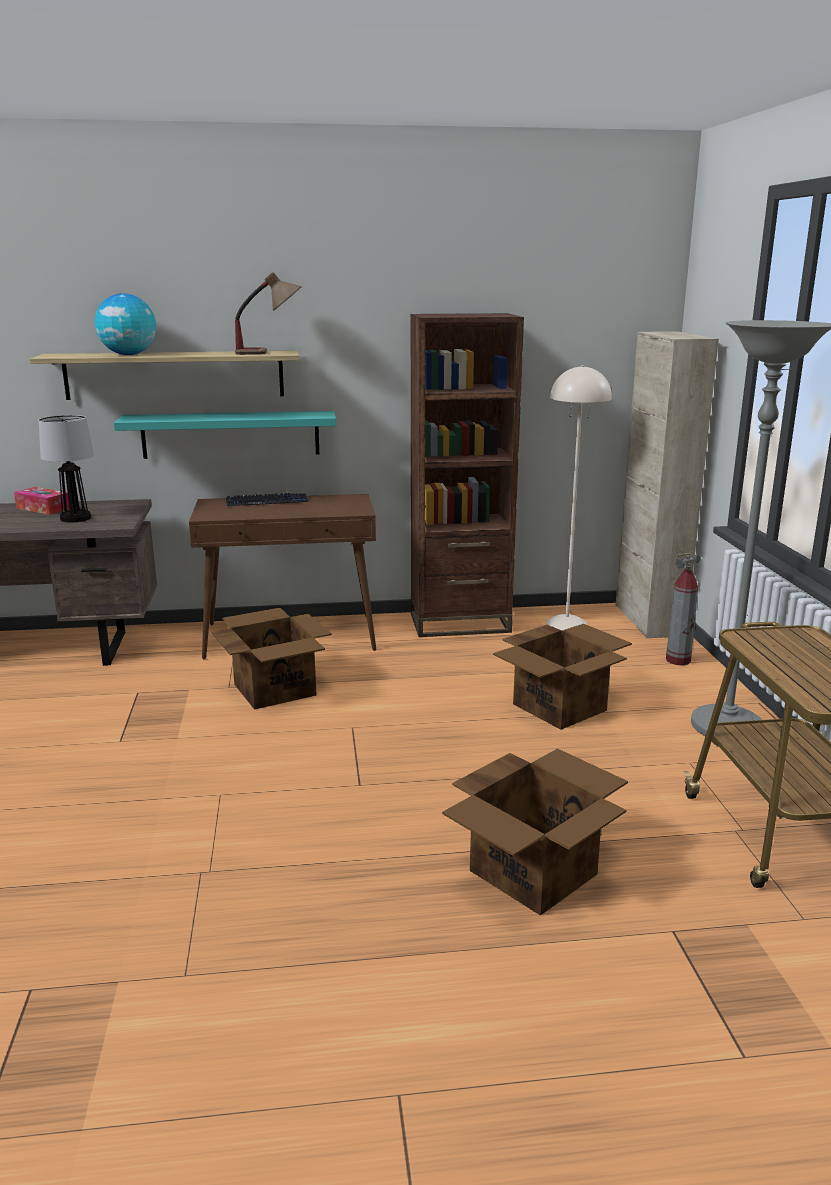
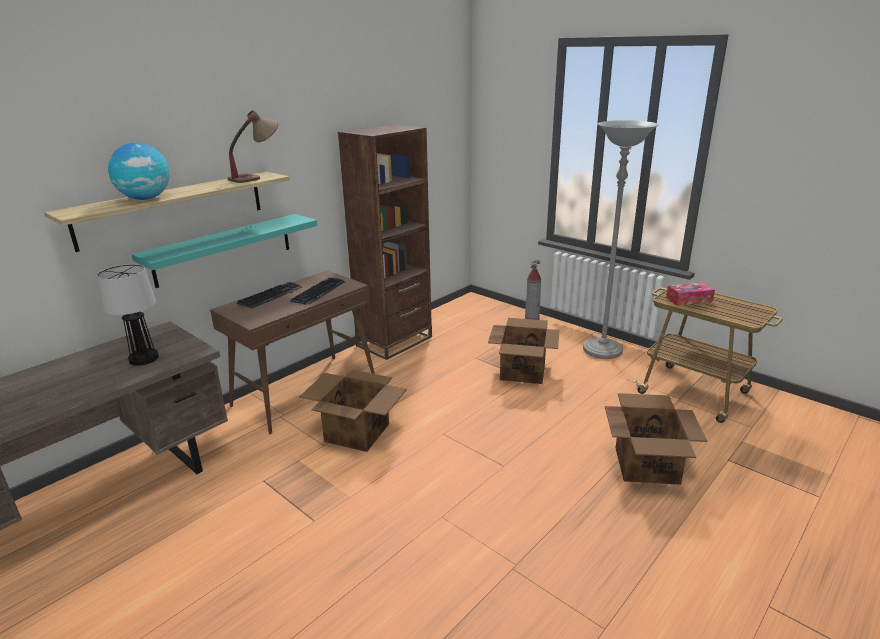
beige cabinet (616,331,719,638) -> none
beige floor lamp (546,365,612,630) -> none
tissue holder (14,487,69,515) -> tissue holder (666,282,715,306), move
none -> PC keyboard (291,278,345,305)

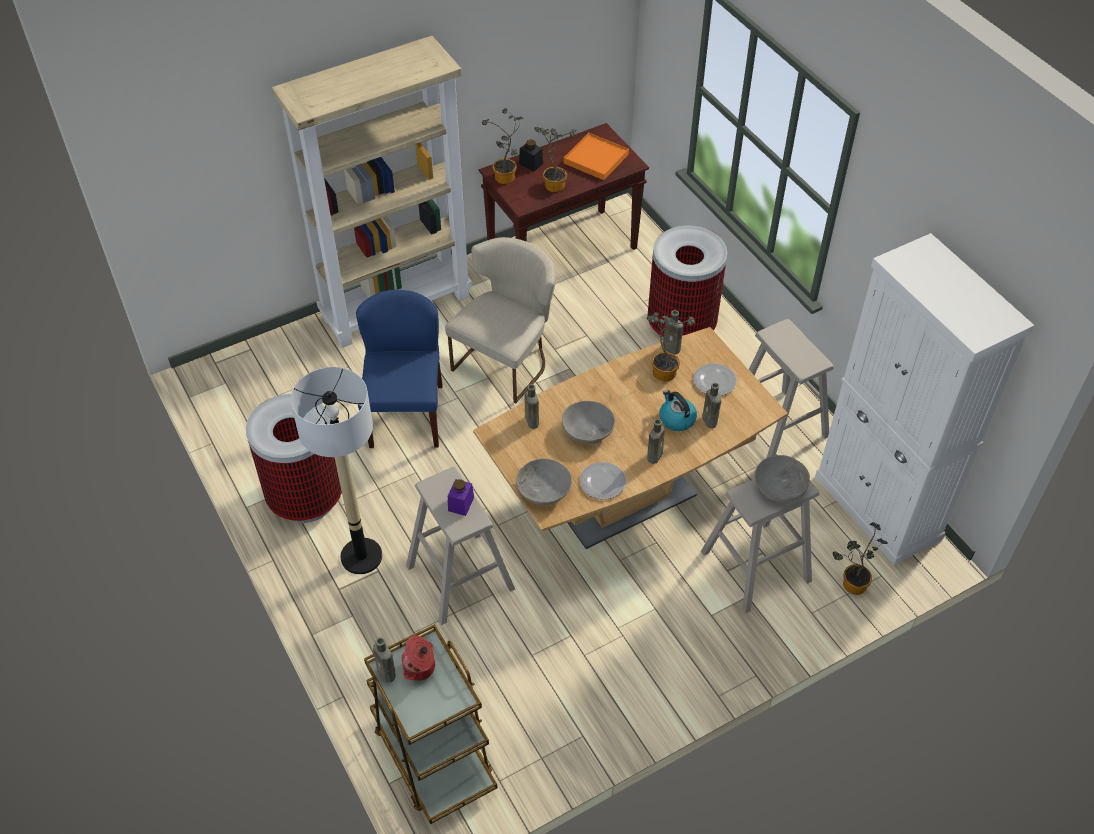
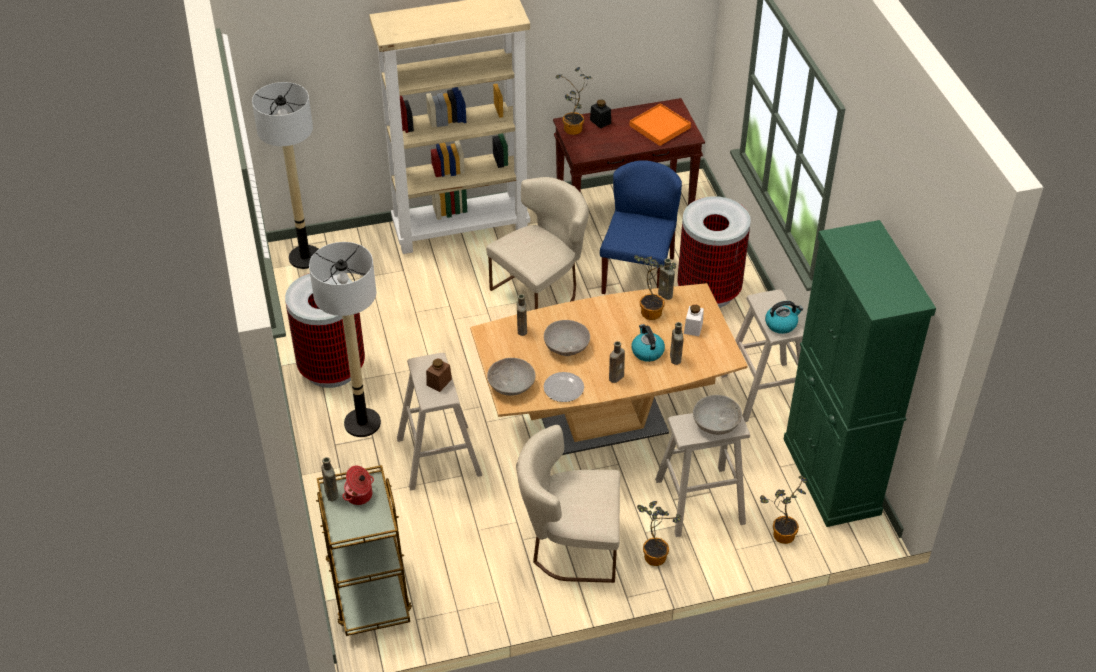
houseplant (534,127,577,192) -> houseplant (637,501,681,566), move
whitish cabinet (815,233,1034,565) -> green-coloured cabinet (784,220,936,527)
blue-coloured upright chair (356,290,443,448) -> blue-coloured upright chair (600,160,682,294), move
flat dish (693,363,737,396) -> whitish storage jar (684,305,704,336)
purple-coloured storage jar (448,479,474,516) -> brown-coloured storage jar (426,359,452,392)
none -> floor lamp (252,82,319,269)
none -> kettle (765,301,803,334)
none -> beige upright chair (516,425,620,583)

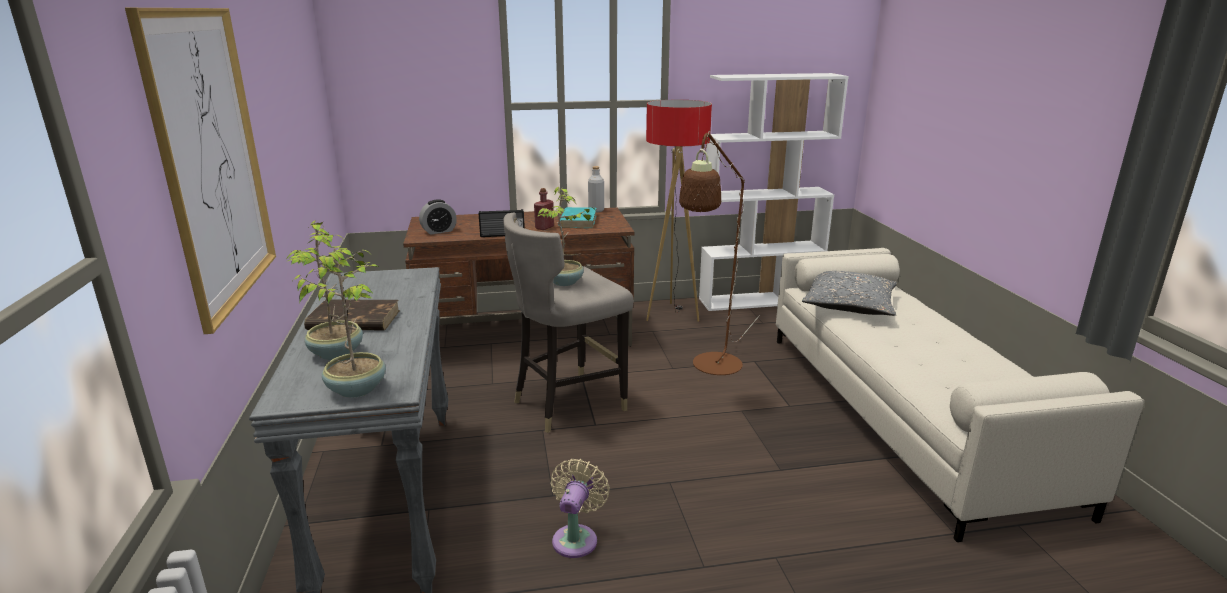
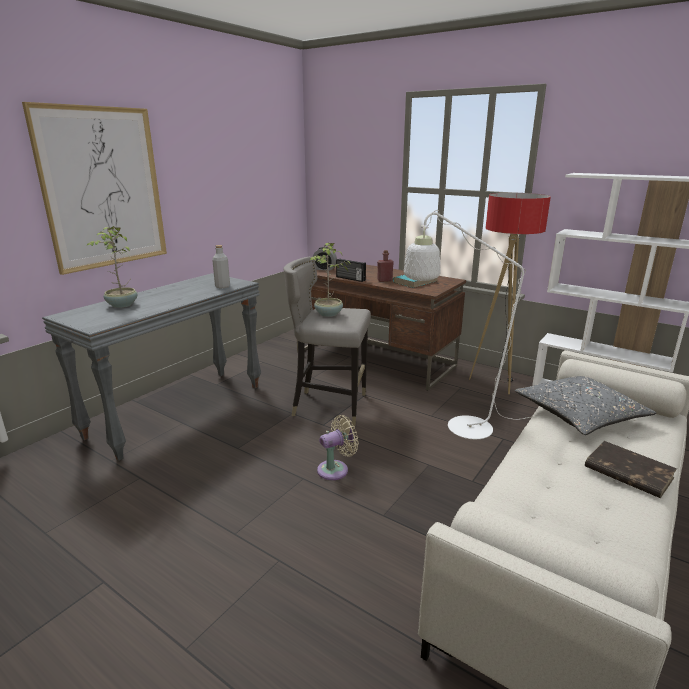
brown-coloured floor lamp (679,130,760,375) -> whitish floor lamp (404,210,531,439)
grey beverage bottle (588,166,604,213) -> grey beverage bottle (212,245,230,288), move
houseplant (293,246,386,398) -> none
brown-coloured bound book (304,299,400,330) -> brown-coloured bound book (585,441,677,498), move
beige fan (551,459,610,558) -> beige fan (317,415,359,480), move

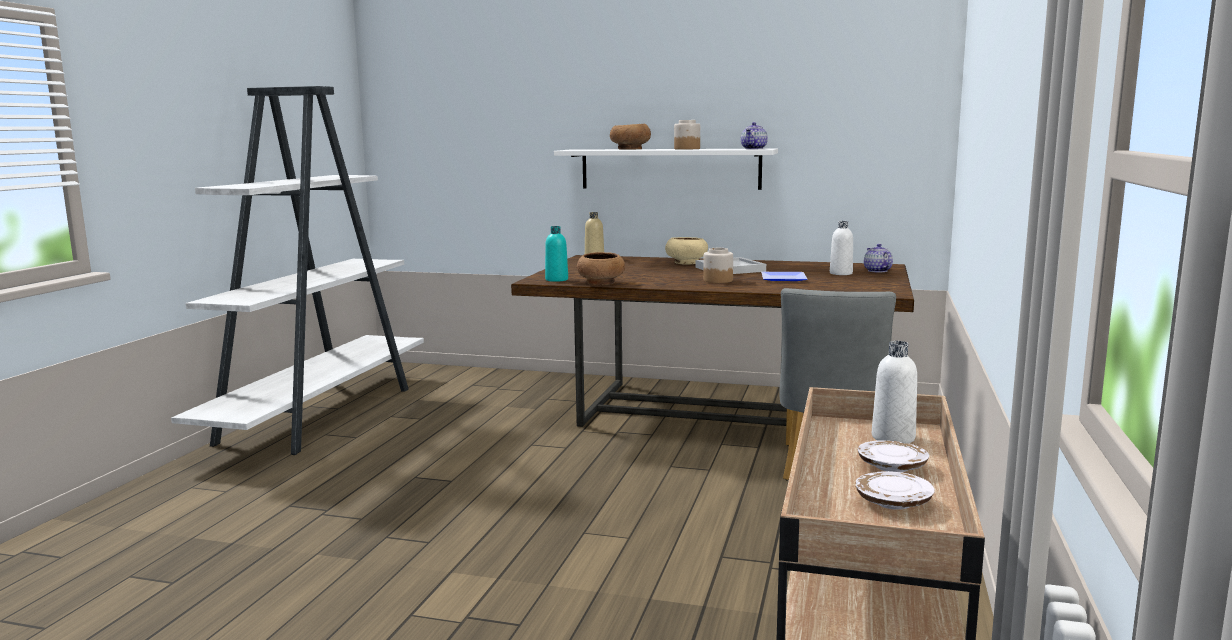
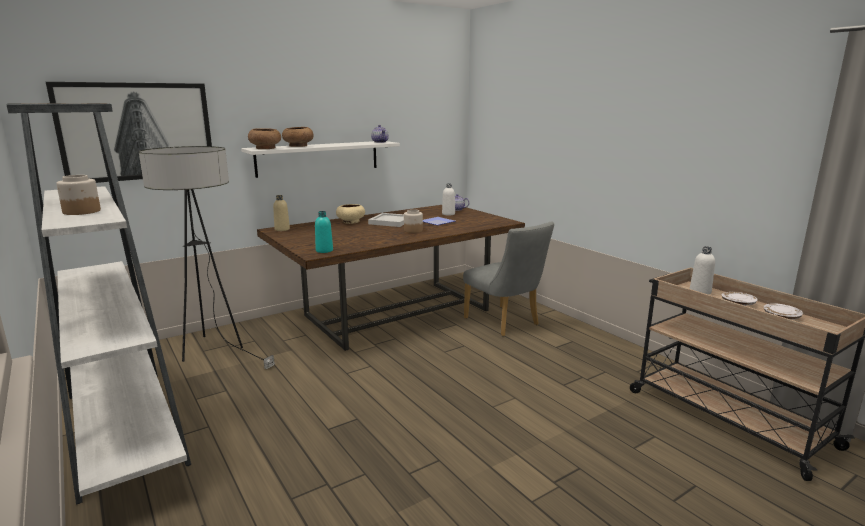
storage jar (674,120,700,150) -> storage jar (56,175,101,215), move
brown-coloured bowl (577,252,625,285) -> brown-coloured bowl (248,128,281,149), move
none -> wall art (46,82,212,183)
none -> floor lamp (139,146,275,369)

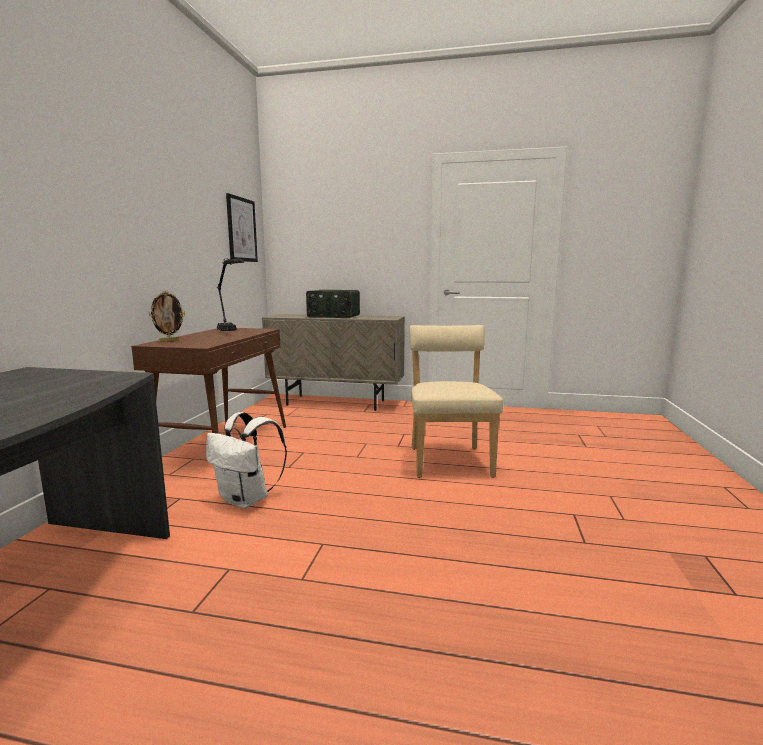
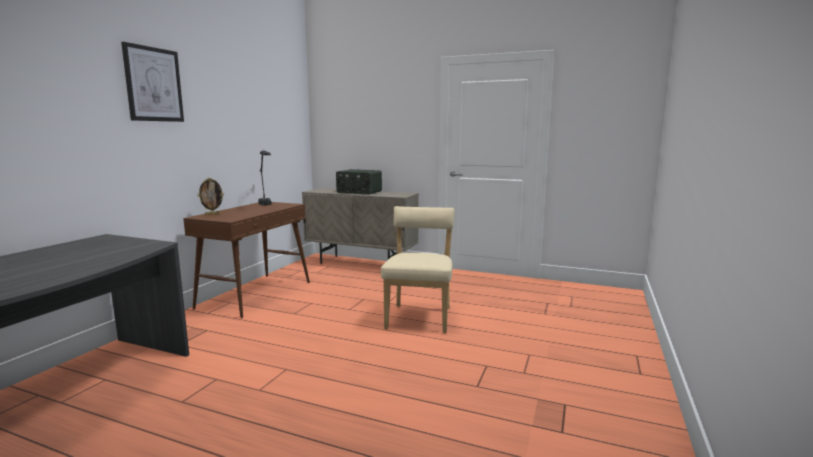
wall art (226,193,258,262) -> wall art (121,42,184,122), move
whitish knapsack (206,412,287,509) -> none

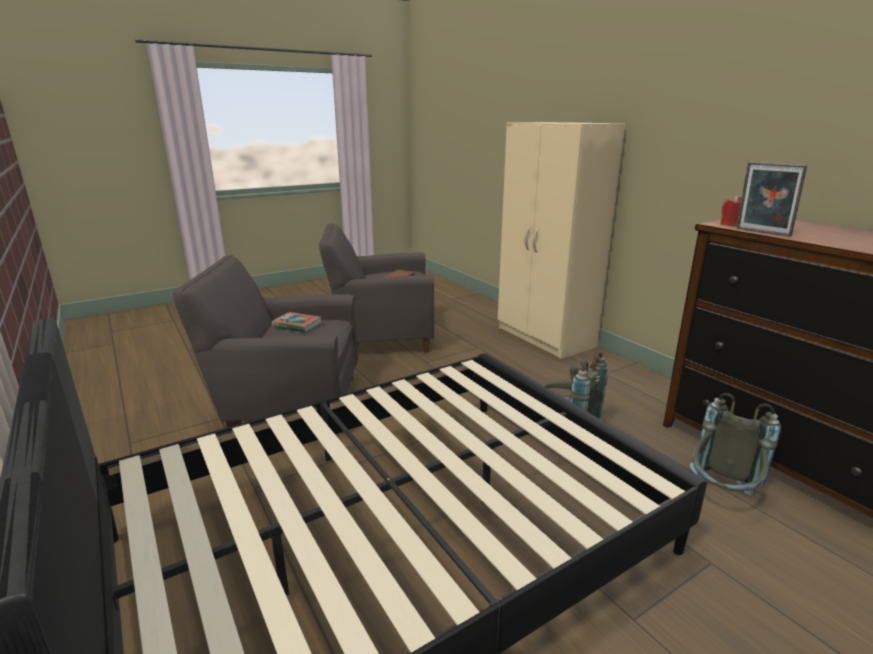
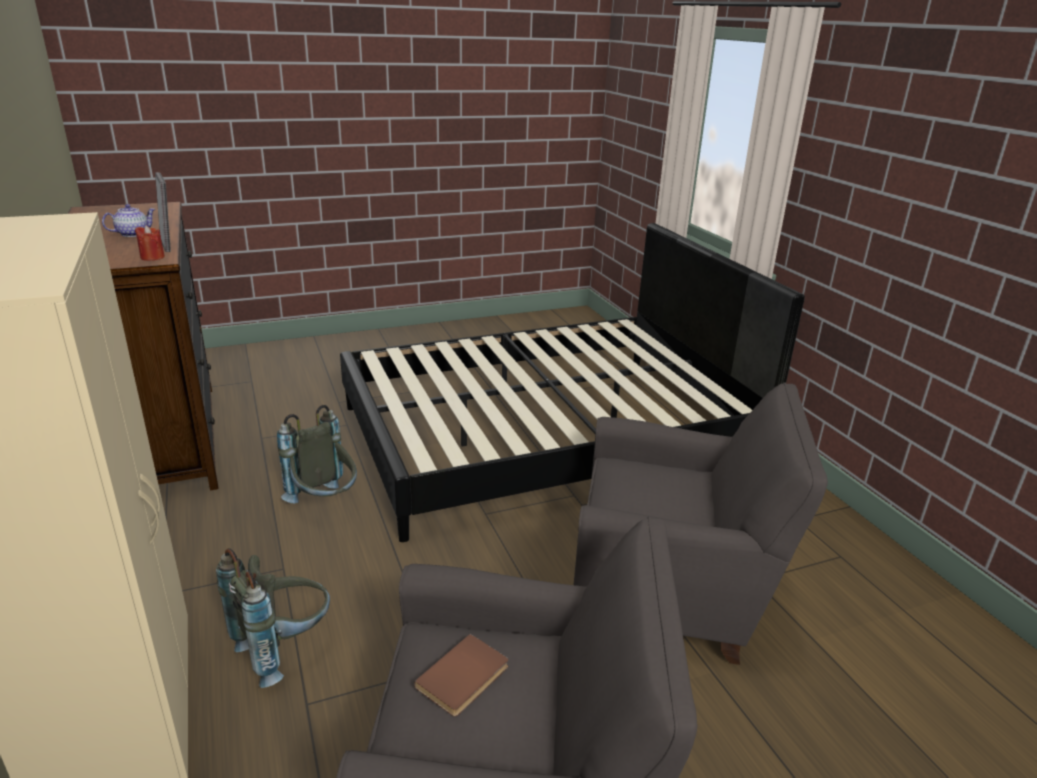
bound book (272,312,322,333) -> none
grey knapsack (690,393,781,496) -> grey knapsack (216,548,330,688), move
none -> pot for tea (102,204,156,237)

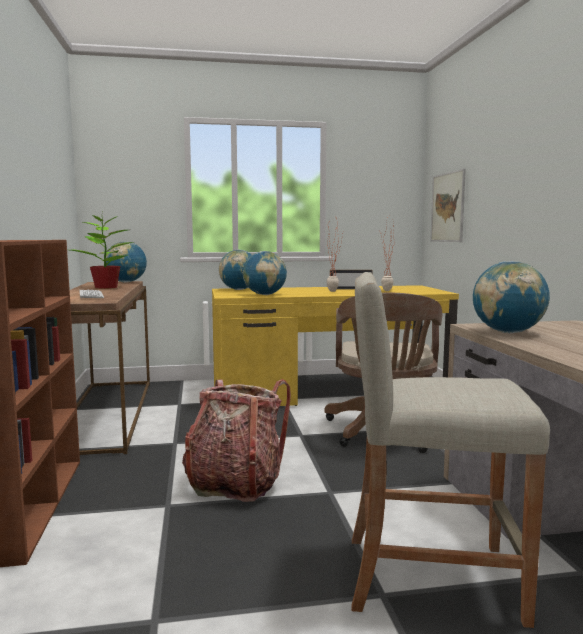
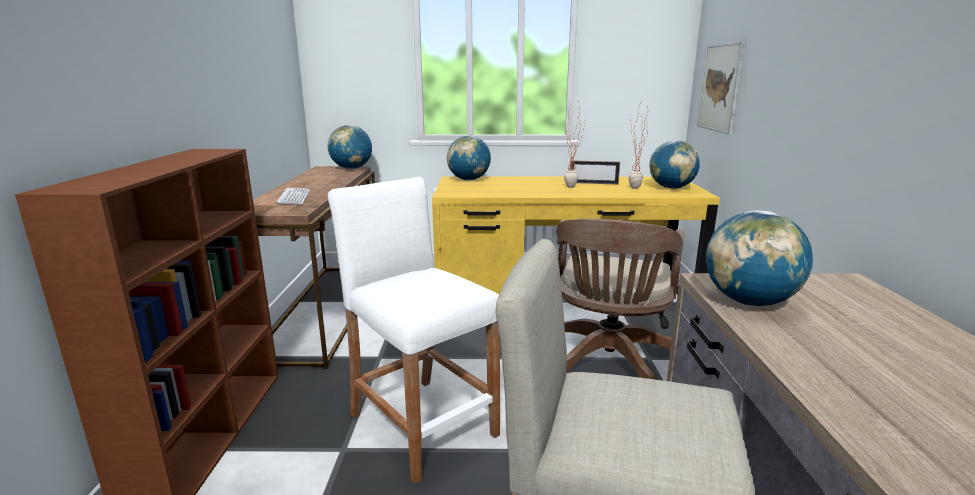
houseplant (71,212,135,289) -> none
world globe (243,251,287,295) -> world globe (649,141,700,189), move
knapsack (182,379,291,502) -> whitish sitting stool (328,177,500,484)

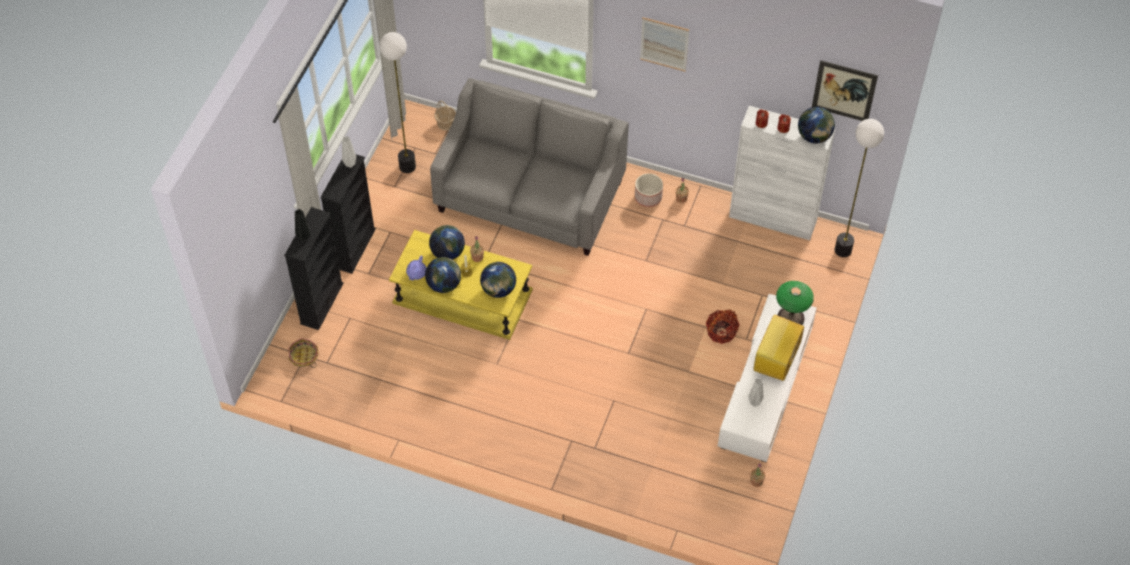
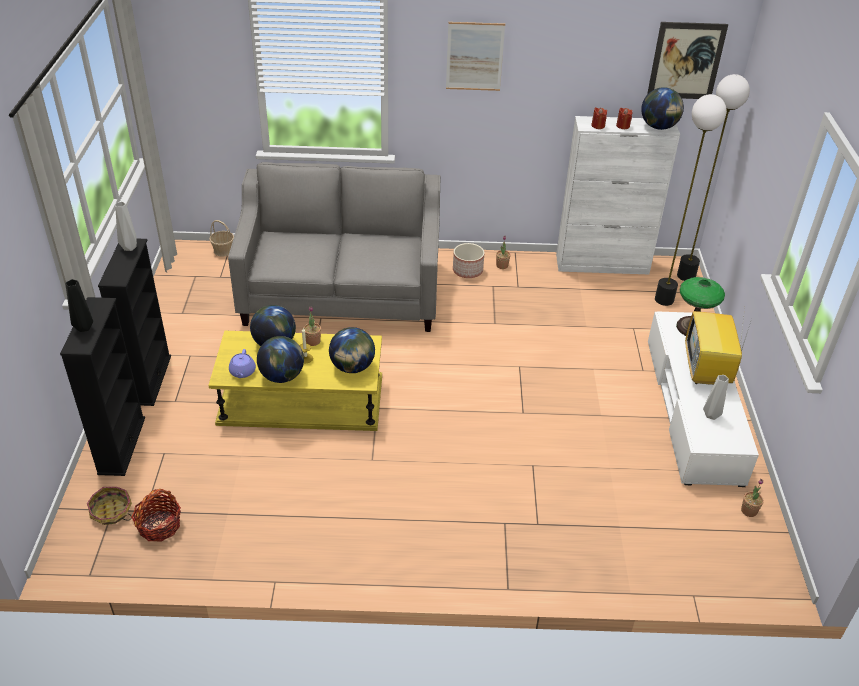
floor lamp (379,32,416,173) -> floor lamp (655,94,727,306), move
basket (706,309,740,344) -> basket (131,489,181,542), move

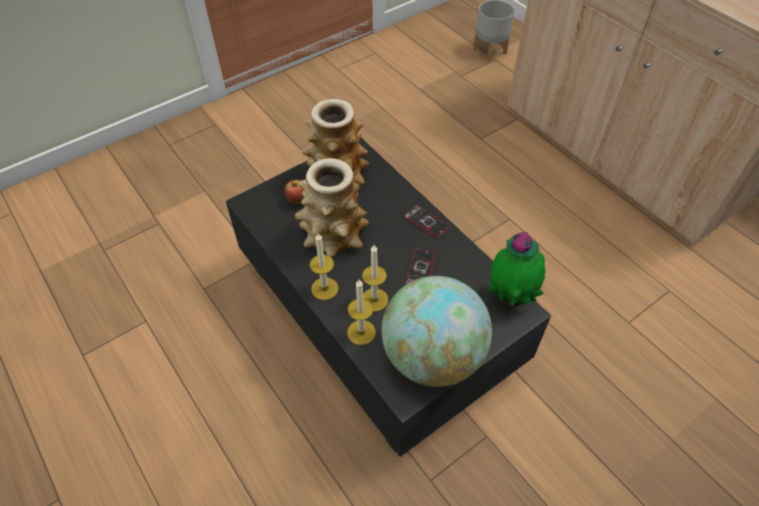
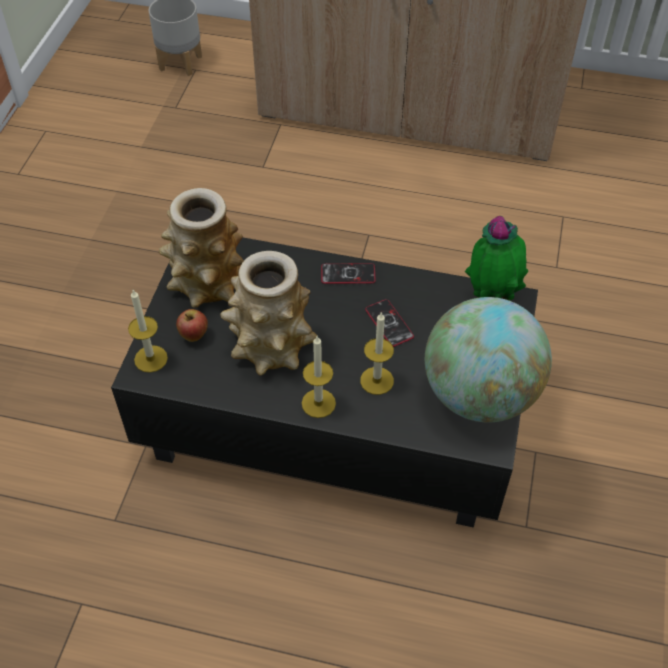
wax light (347,280,376,345) -> wax light (128,290,168,373), move

